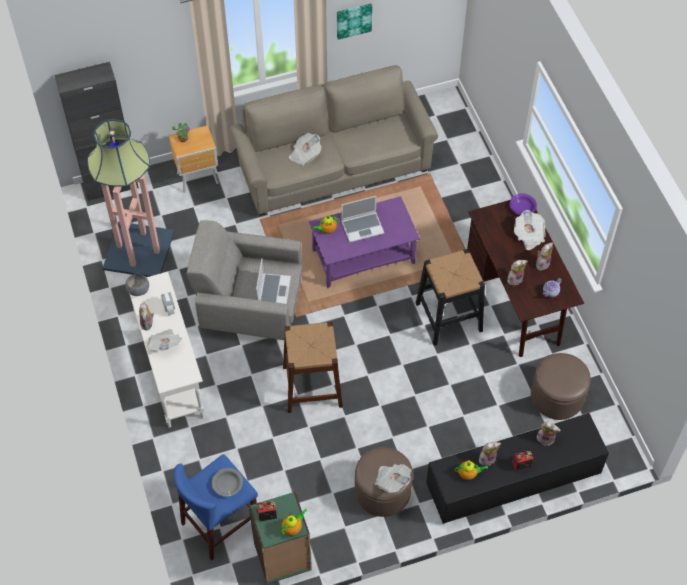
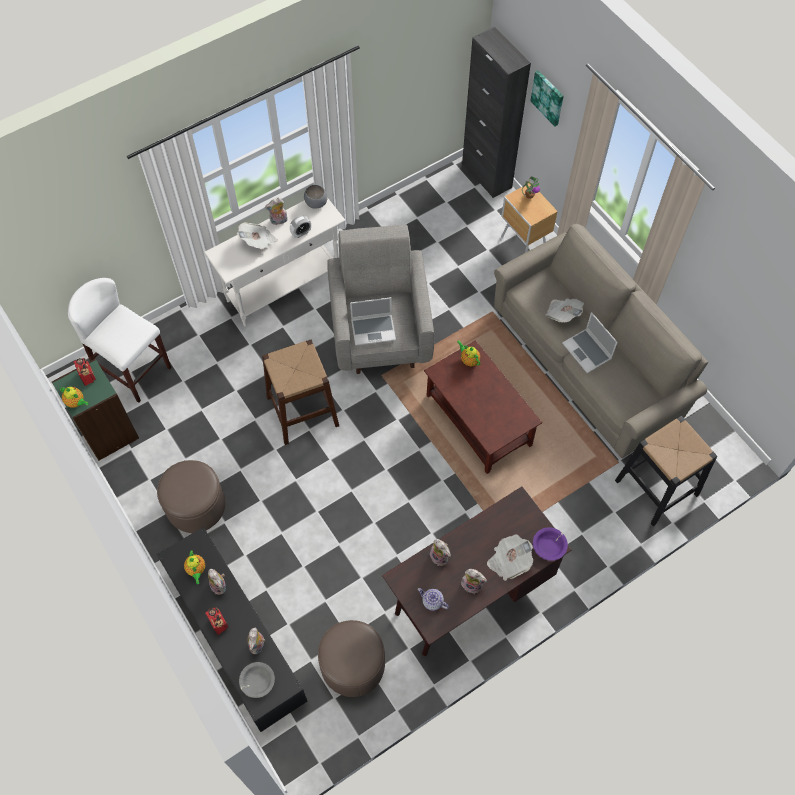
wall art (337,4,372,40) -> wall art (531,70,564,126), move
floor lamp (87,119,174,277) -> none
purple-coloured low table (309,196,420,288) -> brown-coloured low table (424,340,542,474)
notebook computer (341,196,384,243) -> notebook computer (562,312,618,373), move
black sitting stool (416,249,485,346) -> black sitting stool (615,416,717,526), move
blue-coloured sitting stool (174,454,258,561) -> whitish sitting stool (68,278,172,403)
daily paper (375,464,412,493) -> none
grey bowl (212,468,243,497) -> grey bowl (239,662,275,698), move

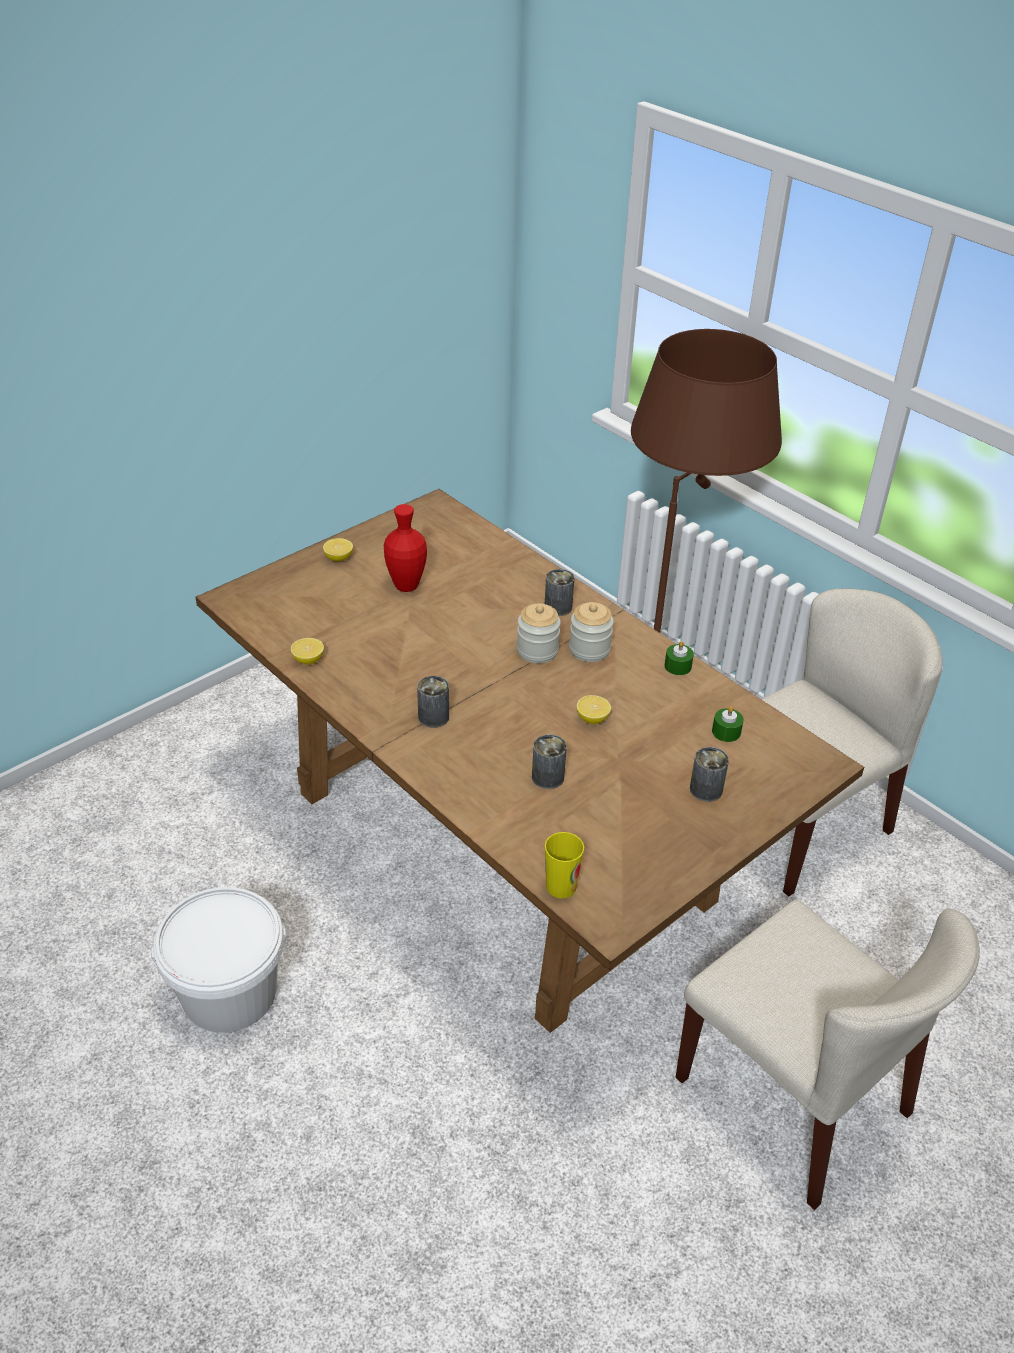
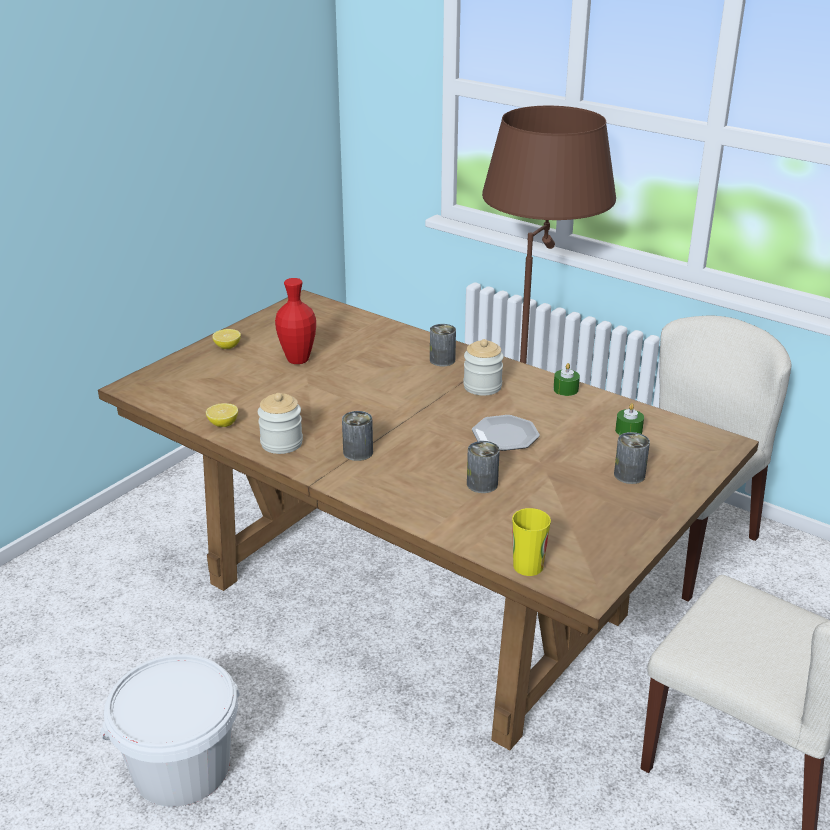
storage jar (517,603,561,663) -> storage jar (258,393,303,454), move
lemon (576,695,611,724) -> flat dish (472,415,540,451)

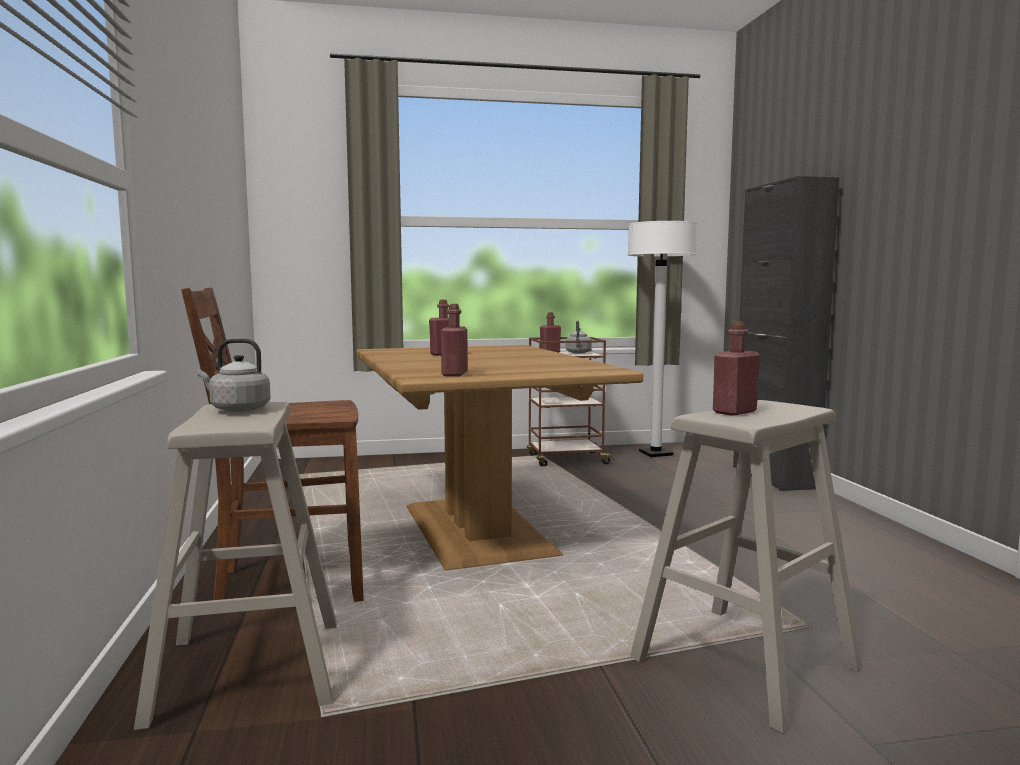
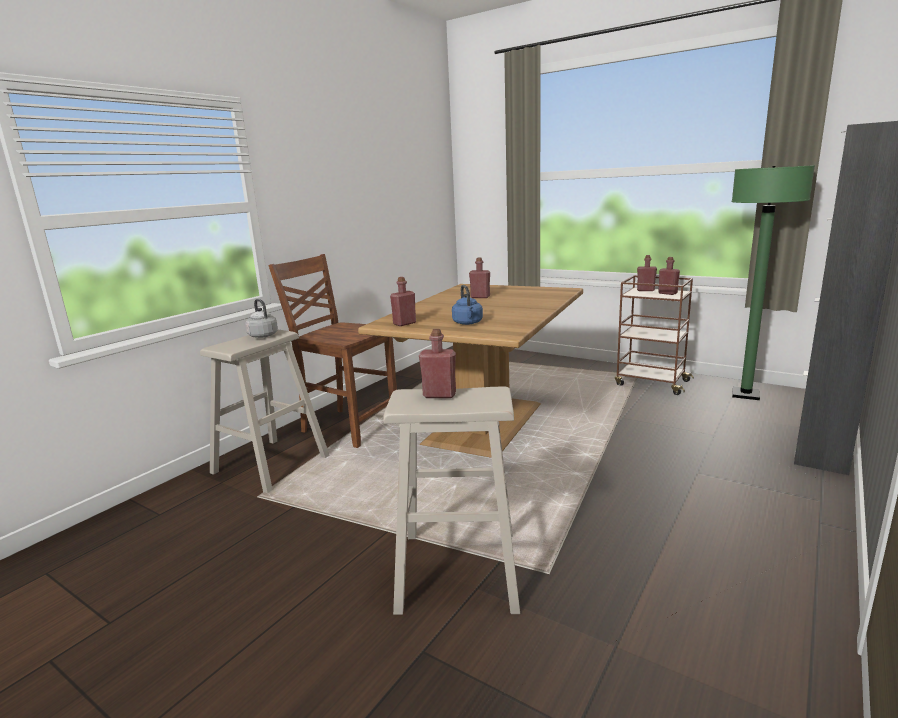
whitish floor lamp (628,221,697,457) -> green-coloured floor lamp (731,165,815,400)
grey kettle (566,320,592,354) -> reddish beverage bottle (658,257,680,295)
none -> blue-coloured kettle (452,285,483,325)

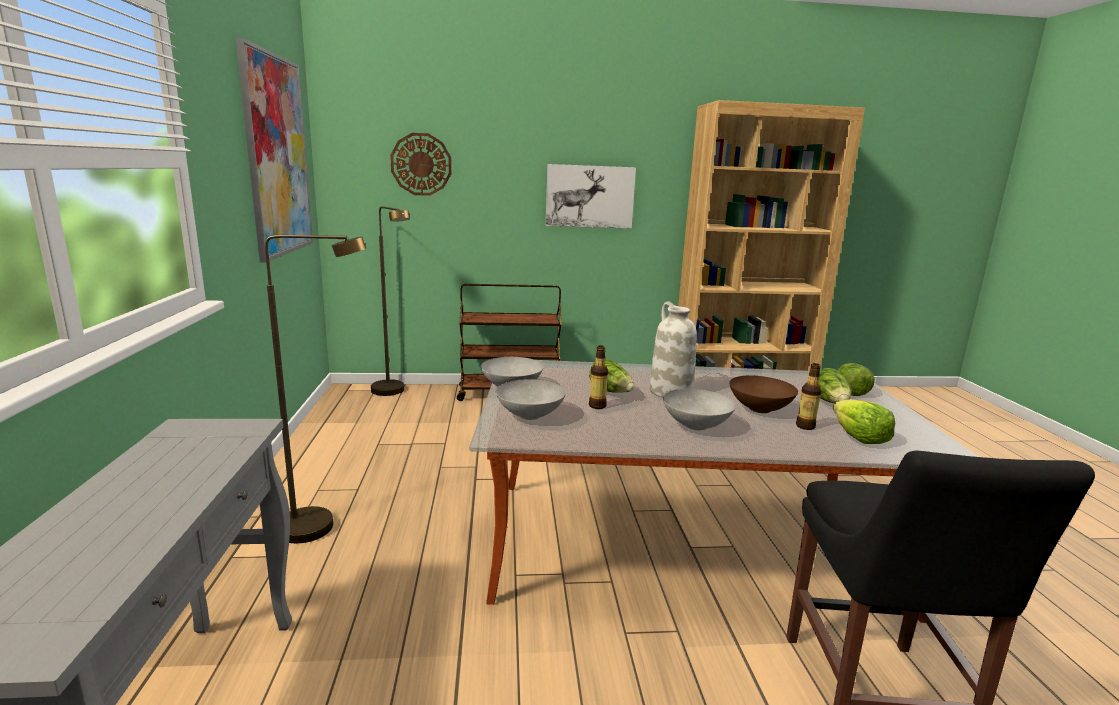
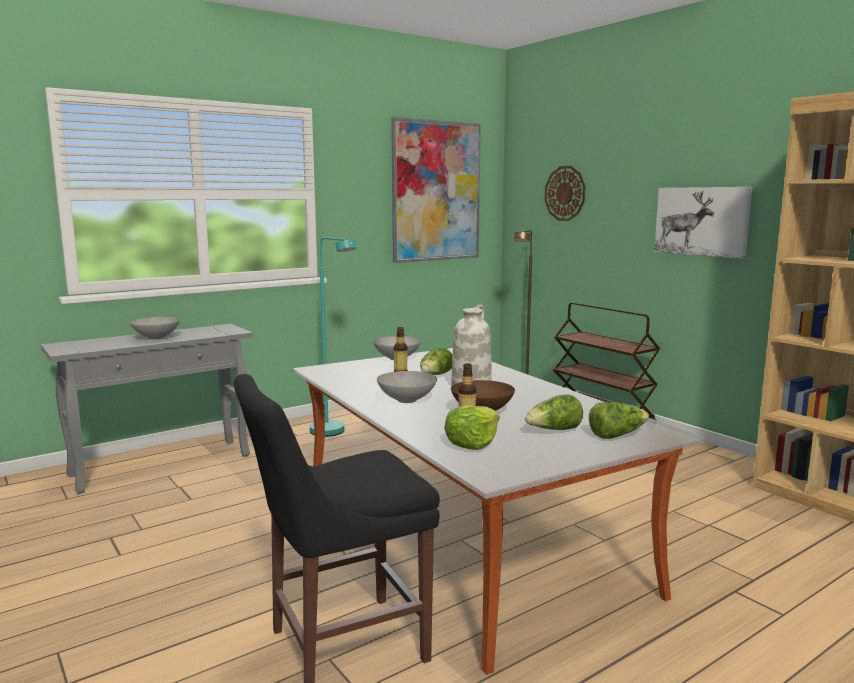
brown-coloured floor lamp (265,235,366,543) -> blue-green floor lamp (310,237,357,437)
grey bowl (496,379,566,420) -> grey bowl (130,317,180,340), move

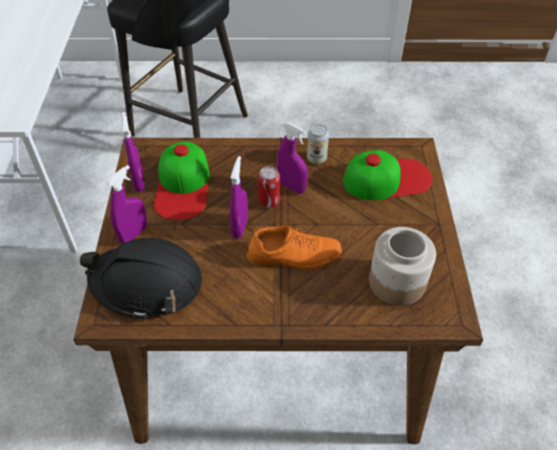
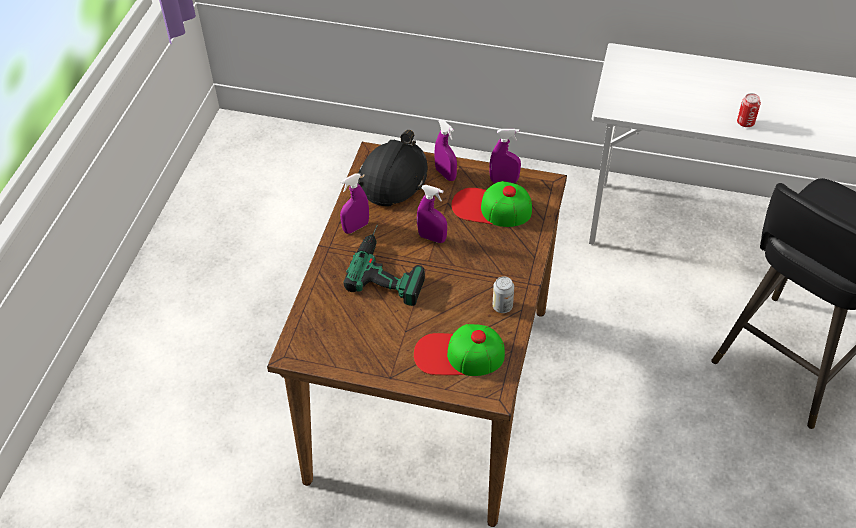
purple-coloured sprayer (277,122,308,194) -> purple-coloured sprayer (340,174,369,234), move
baseball cap (343,149,432,200) -> baseball cap (413,324,505,376), 90 degrees clockwise
sealed can (258,166,280,208) -> sealed can (737,93,761,127), move
orangey shoe (246,226,342,270) -> power drill (344,224,425,306)
storage jar (369,227,436,306) -> none

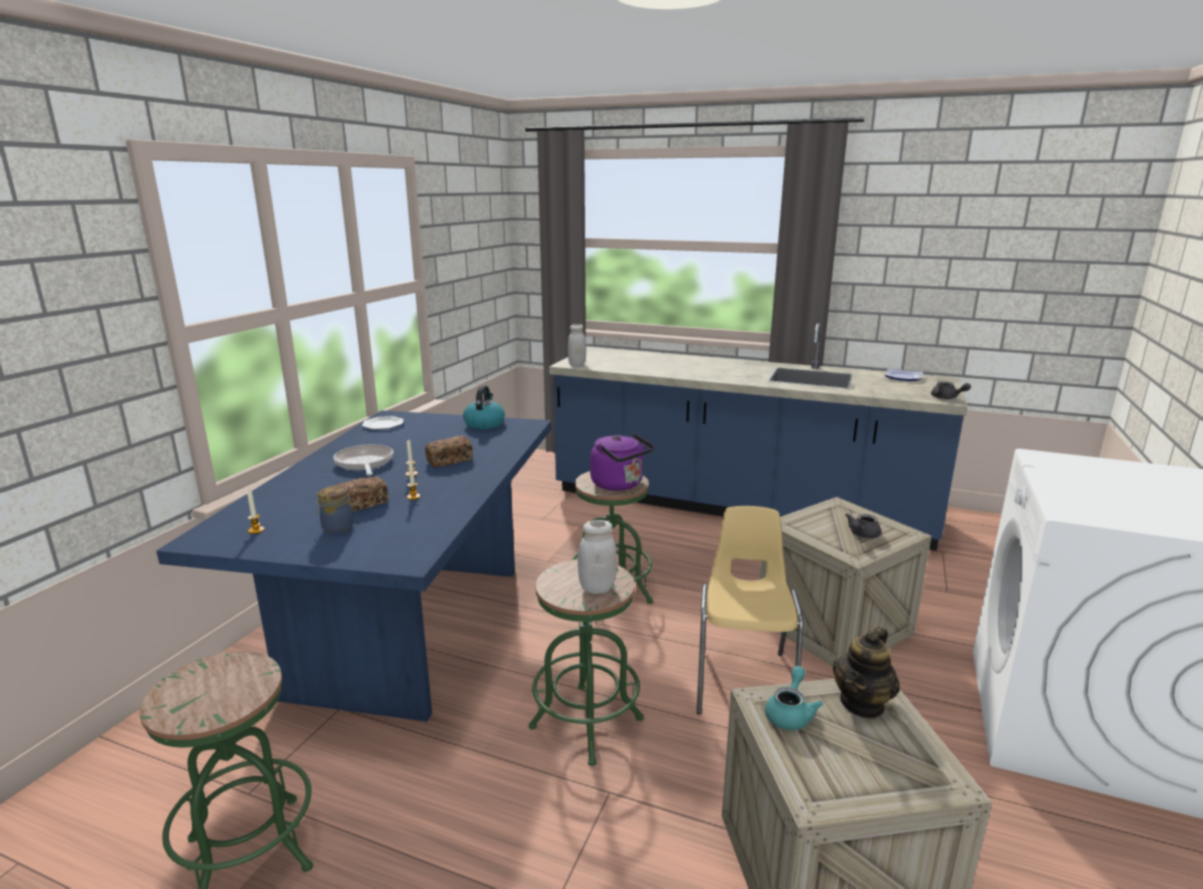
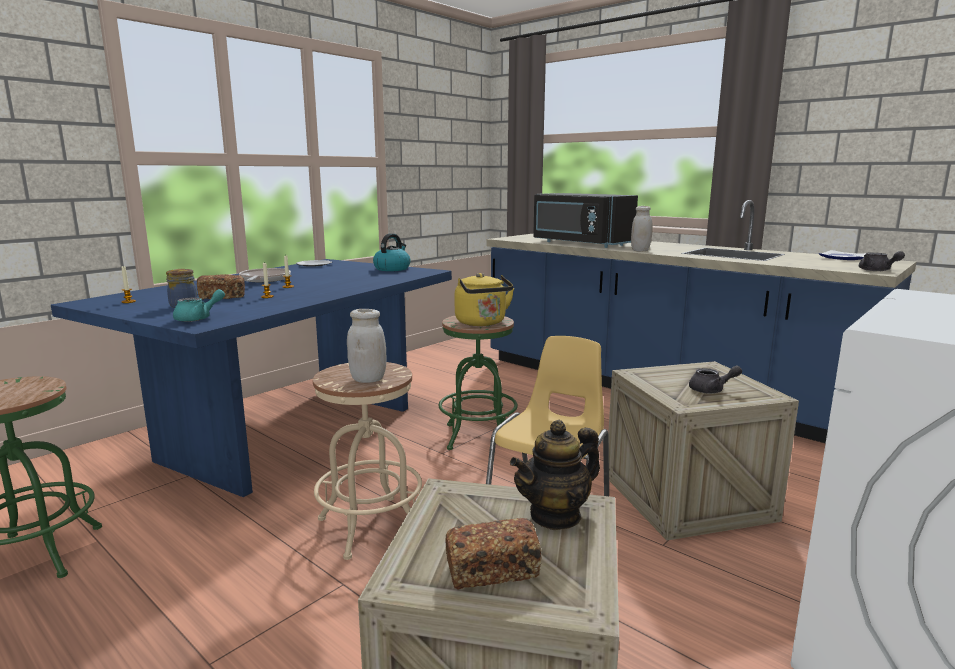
whitish storage jar (568,324,586,367) -> whitish storage jar (631,206,653,252), move
purple-coloured kettle (590,434,654,491) -> yellowish kettle (455,273,514,326)
baked bread (425,435,473,468) -> baked bread (445,518,542,589), move
grey pot for tea (846,513,881,538) -> grey pot for tea (689,365,742,393), 150 degrees counterclockwise
green-coloured sitting stool (529,559,644,766) -> beige sitting stool (313,362,422,560)
blue-green pot for tea (765,666,823,730) -> blue-green pot for tea (173,289,225,322), move
none -> black kitchen microwave (533,193,638,248)

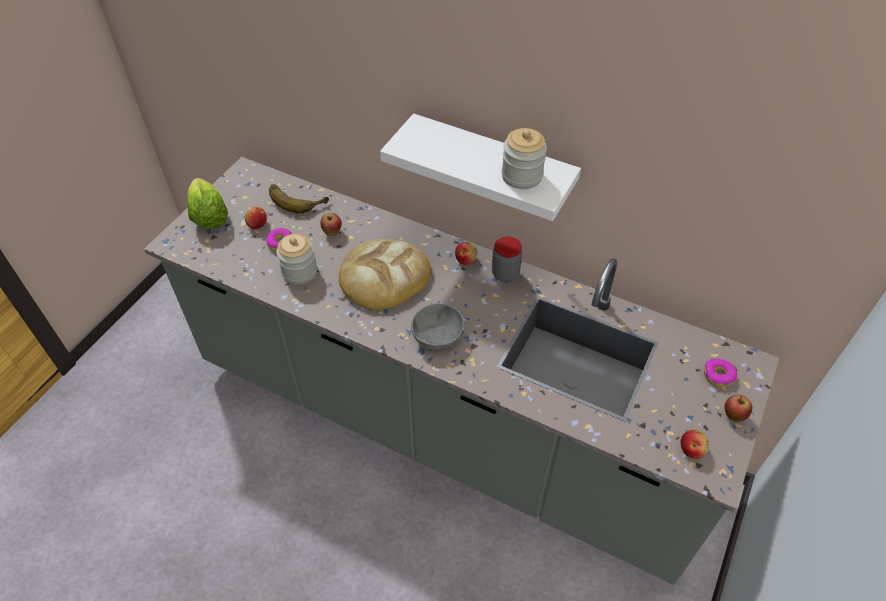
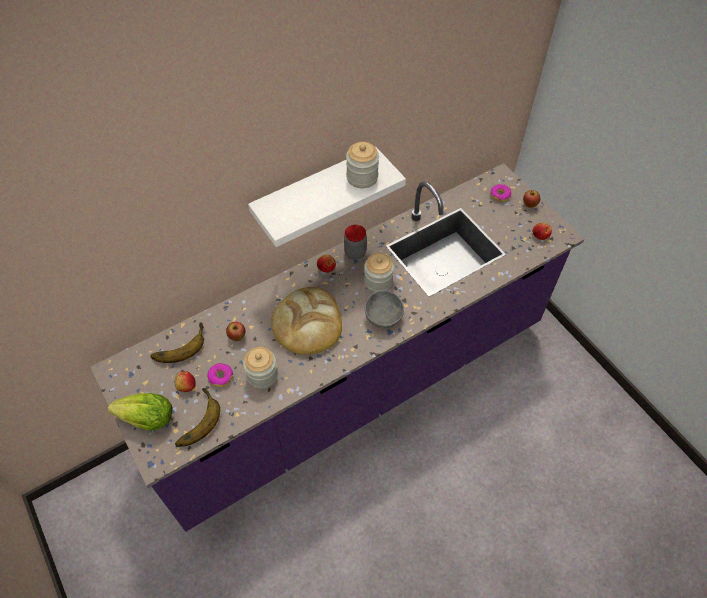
grey counter (144,157,779,585) -> purple-coloured counter (91,163,585,532)
none -> storage jar (364,253,394,293)
none -> banana fruit (175,388,220,447)

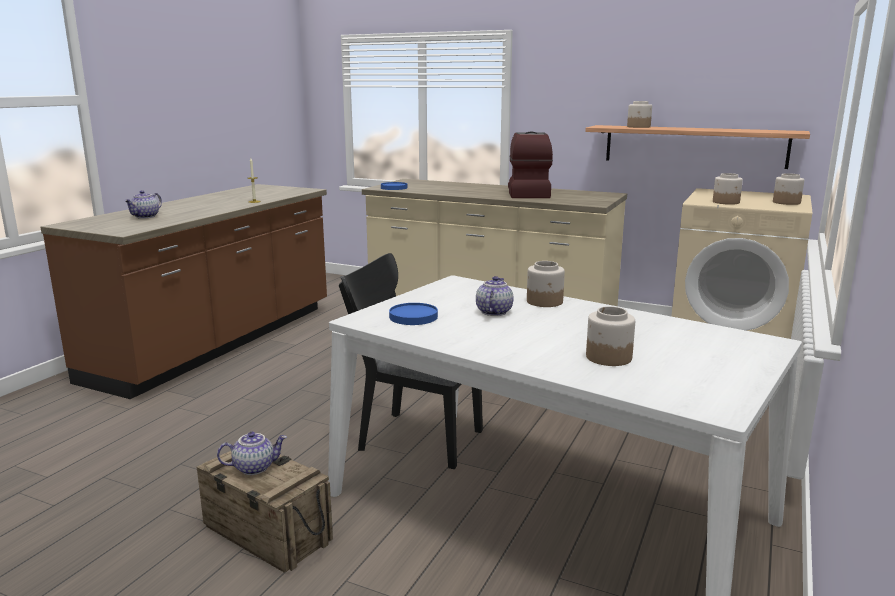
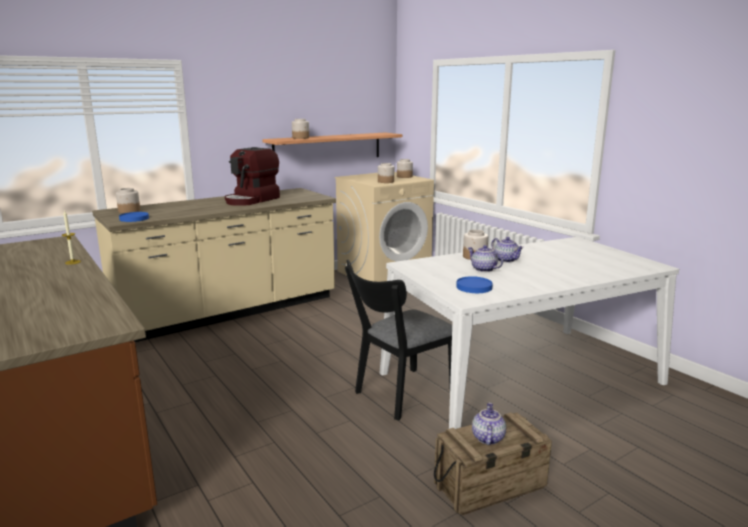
coffee brewer (508,132,553,198) -> coffee brewer (225,147,280,206), 90 degrees counterclockwise
pot for tea (124,190,162,219) -> pot for tea (491,237,524,263), move
storage jar (586,306,635,366) -> storage jar (116,188,140,213), move

